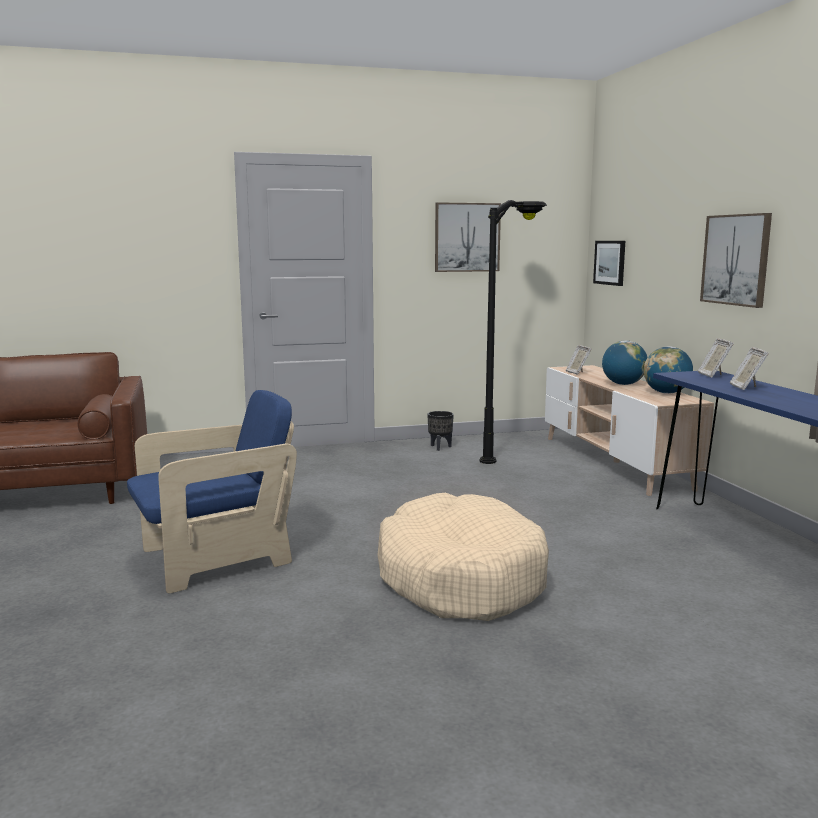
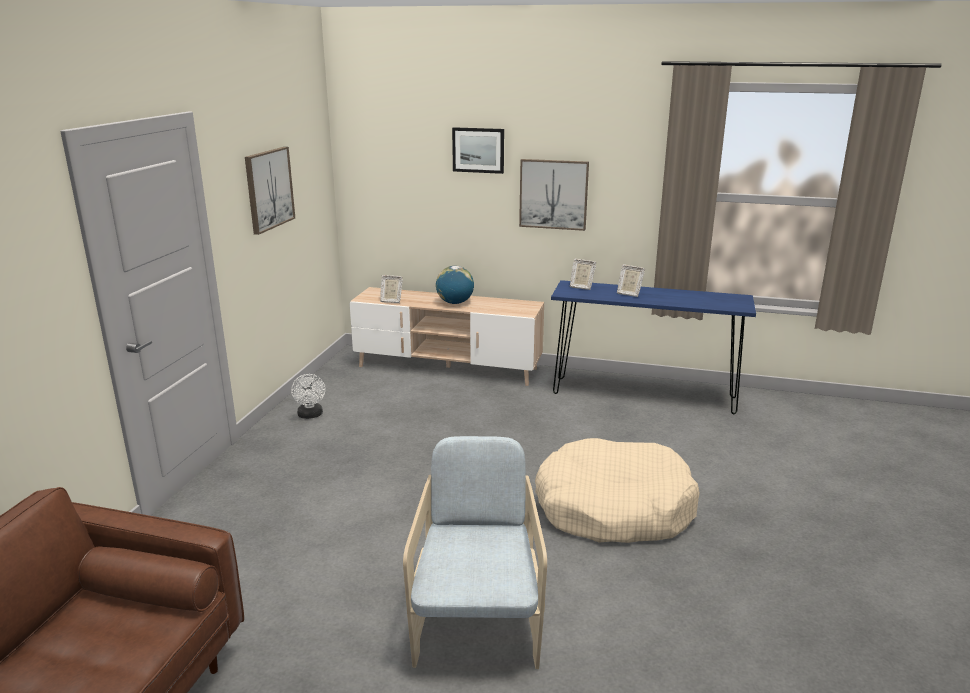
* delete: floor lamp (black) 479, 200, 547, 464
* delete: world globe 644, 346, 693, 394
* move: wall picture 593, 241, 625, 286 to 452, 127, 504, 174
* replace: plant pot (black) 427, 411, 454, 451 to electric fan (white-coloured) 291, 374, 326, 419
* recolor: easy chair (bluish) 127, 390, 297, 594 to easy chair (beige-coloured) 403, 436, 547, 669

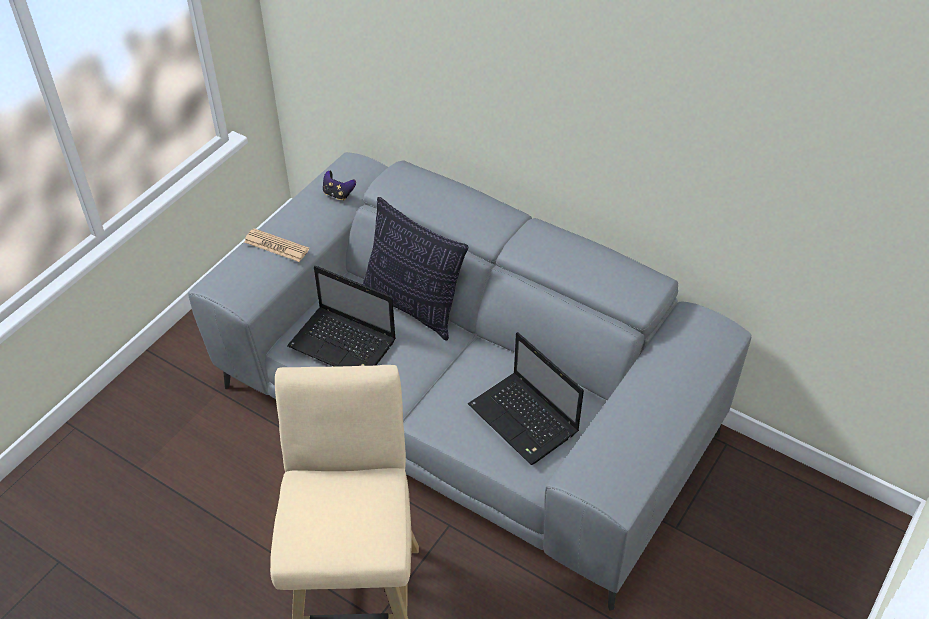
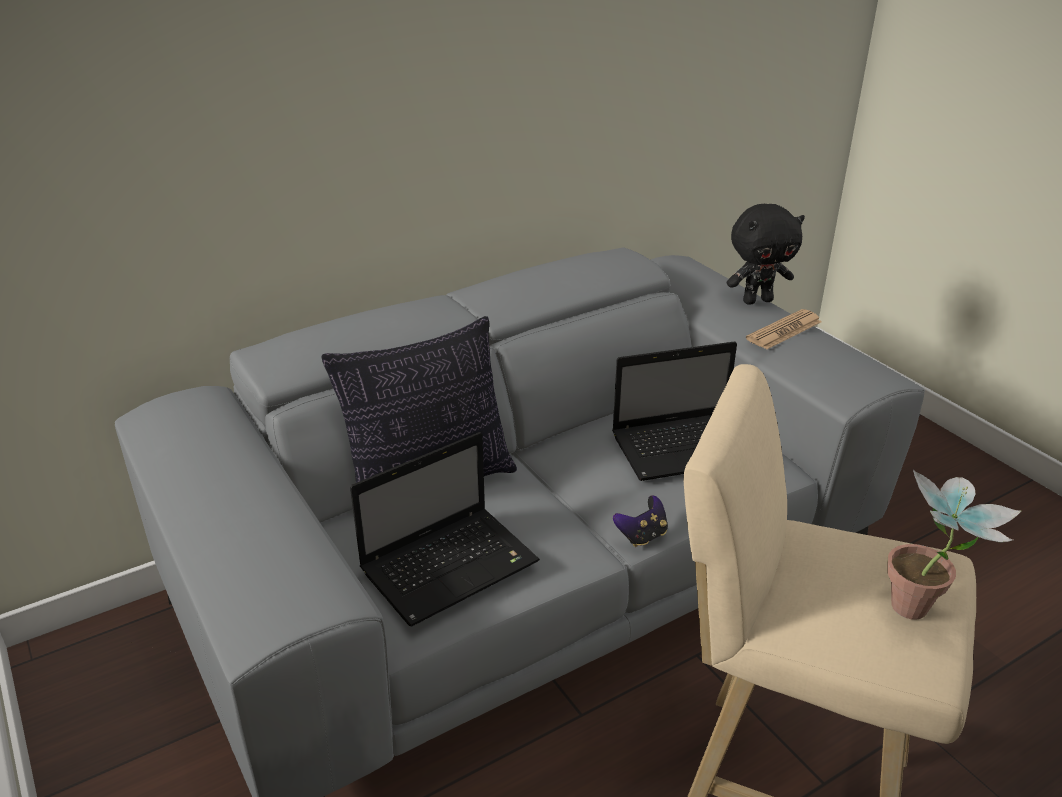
* insert: soft toy (black) 726, 204, 805, 305
* insert: potted plant 888, 470, 1021, 620
* move: printed paper 244, 228, 309, 262 to 746, 309, 822, 350
* move: gamepad 323, 171, 356, 200 to 613, 495, 668, 547

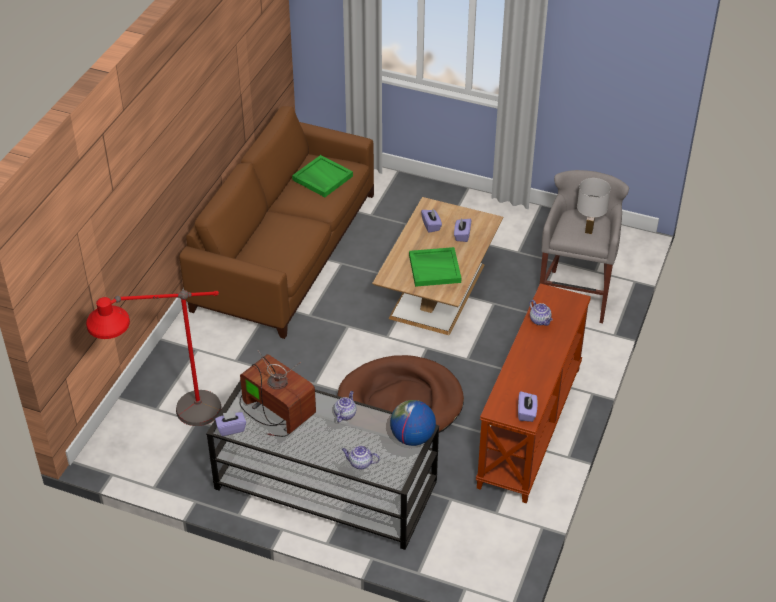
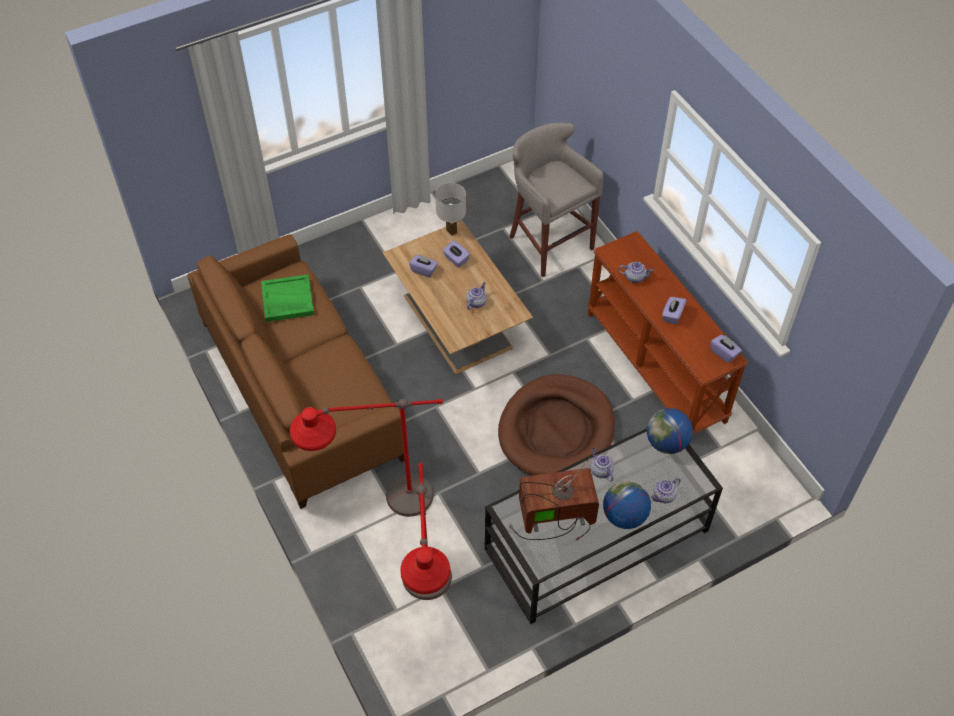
* insert: floor lamp (red-coloured) 290, 399, 443, 517
* insert: world globe 603, 481, 651, 529
* move: tissue box (purplish) 215, 411, 246, 436 to 662, 297, 686, 325
* move: table lamp (white-coloured) 577, 178, 611, 234 to 435, 183, 466, 236
* replace: carrying tray (greenish) 409, 247, 461, 287 to teapot 466, 282, 487, 310

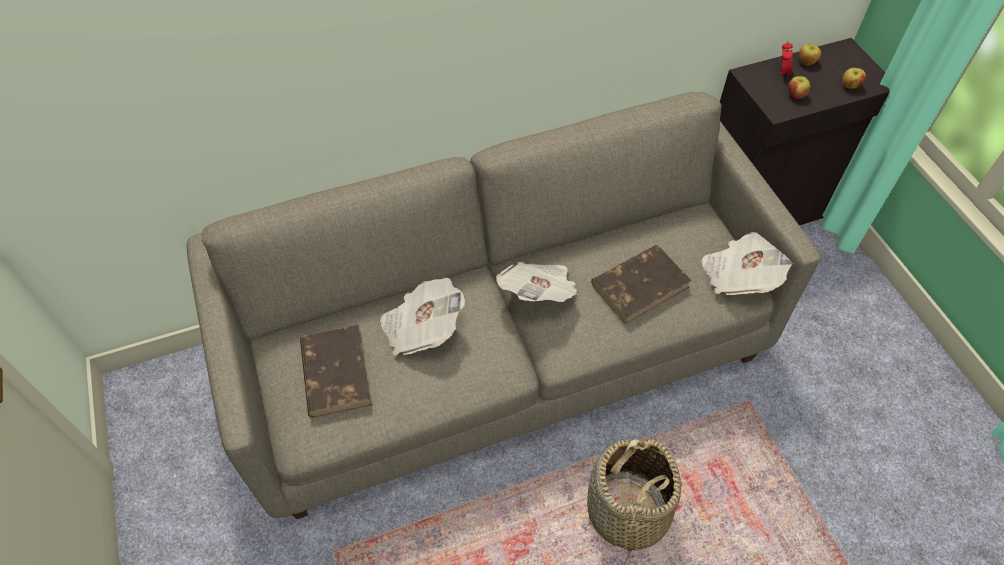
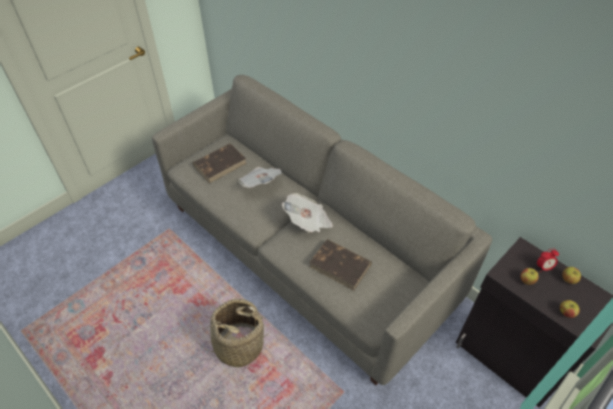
* delete: printed paper 701, 232, 793, 295

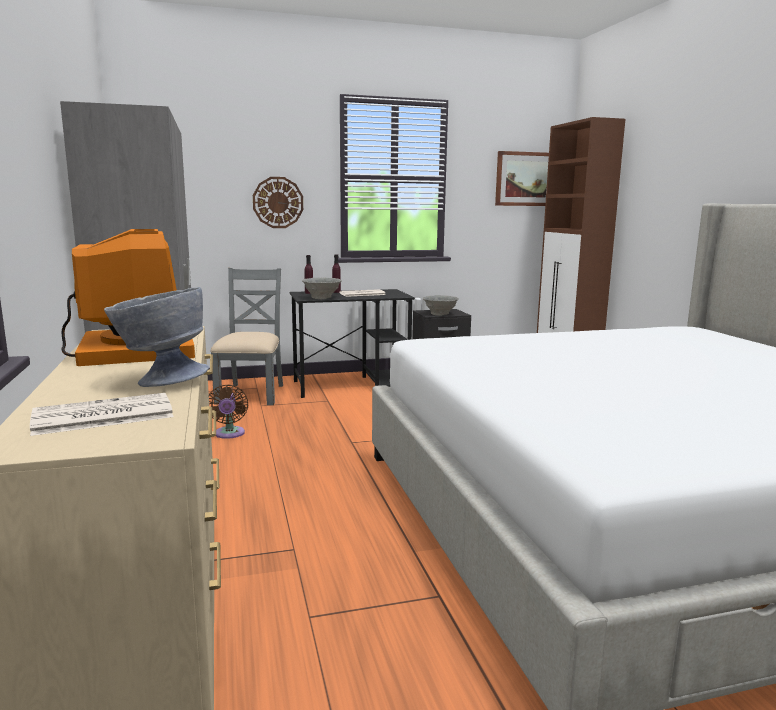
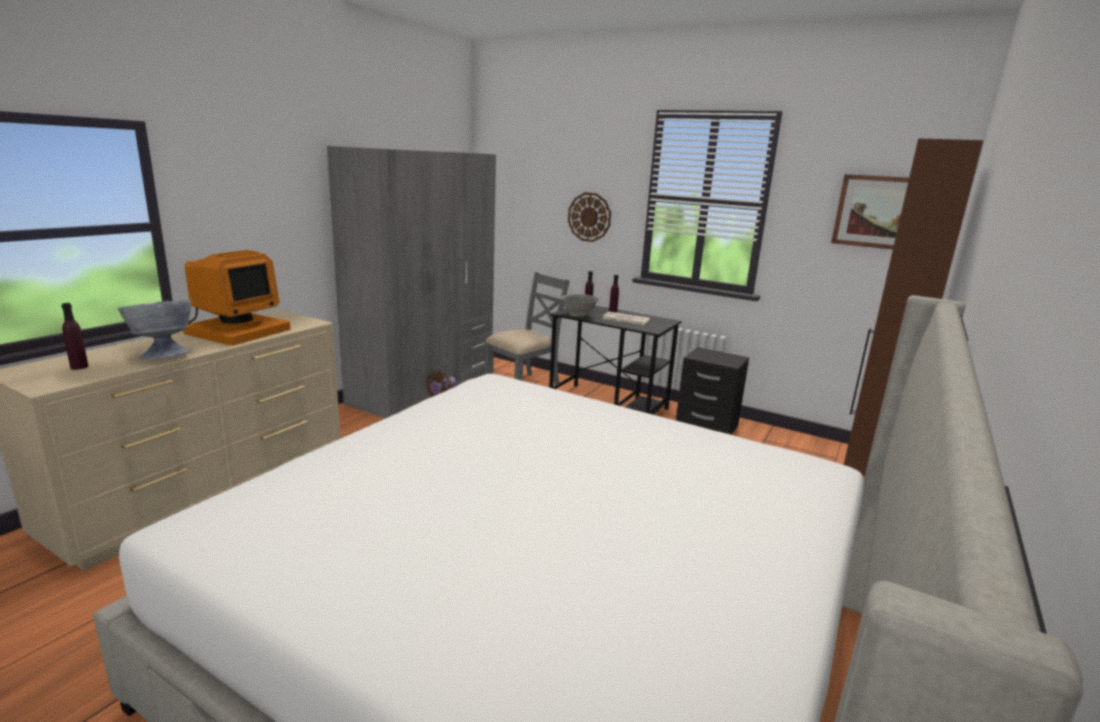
* delete: deep dish (grey) 423, 295, 459, 316
* replace: printed paper 30, 393, 173, 436 to beverage bottle (purplish) 62, 303, 88, 370

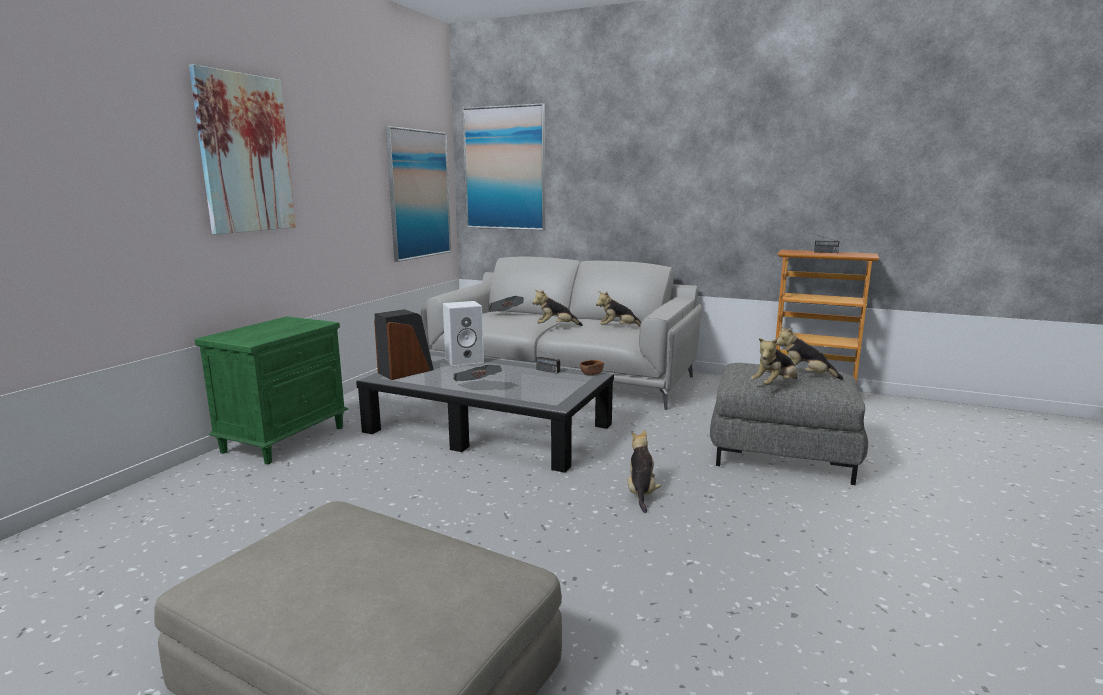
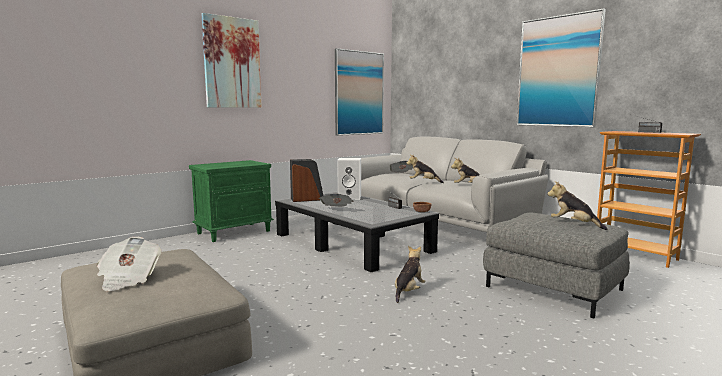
* delete: soft toy 751, 338, 797, 385
* insert: printed paper 96, 237, 162, 291
* move: wall picture 462, 103, 545, 230 to 516, 8, 606, 127

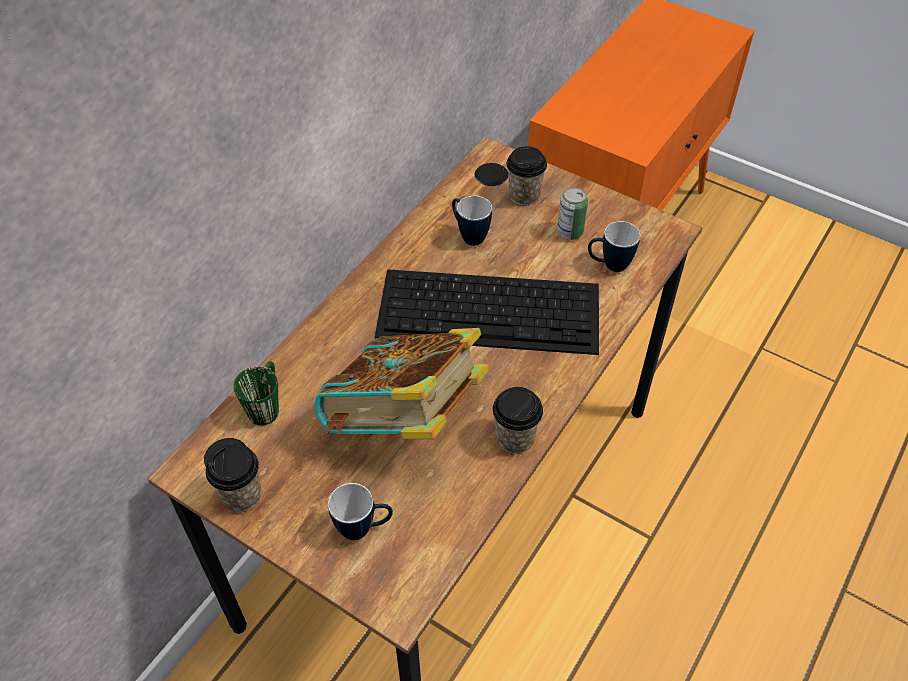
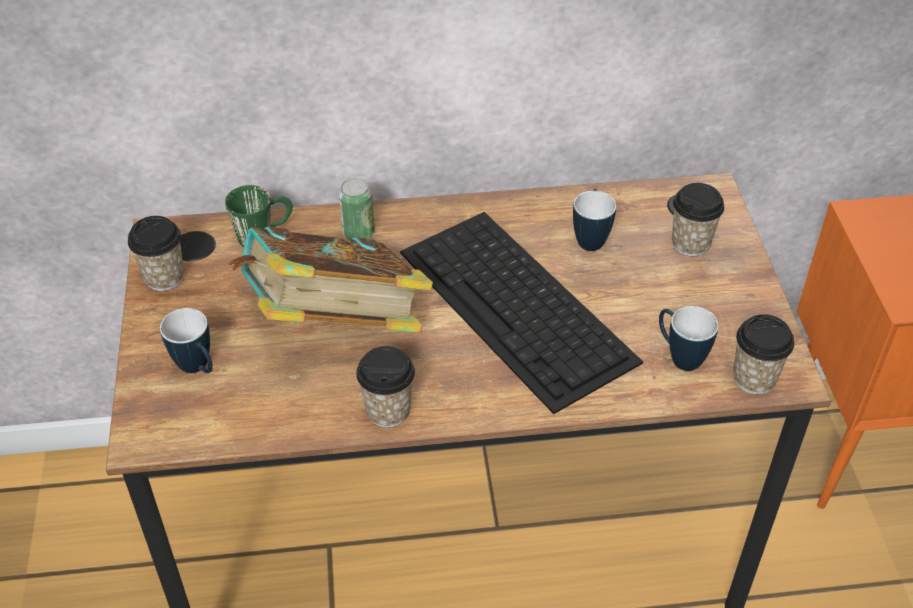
* insert: drinking cup 733, 314, 794, 394
* move: metal can 557, 187, 588, 240 to 339, 178, 375, 239

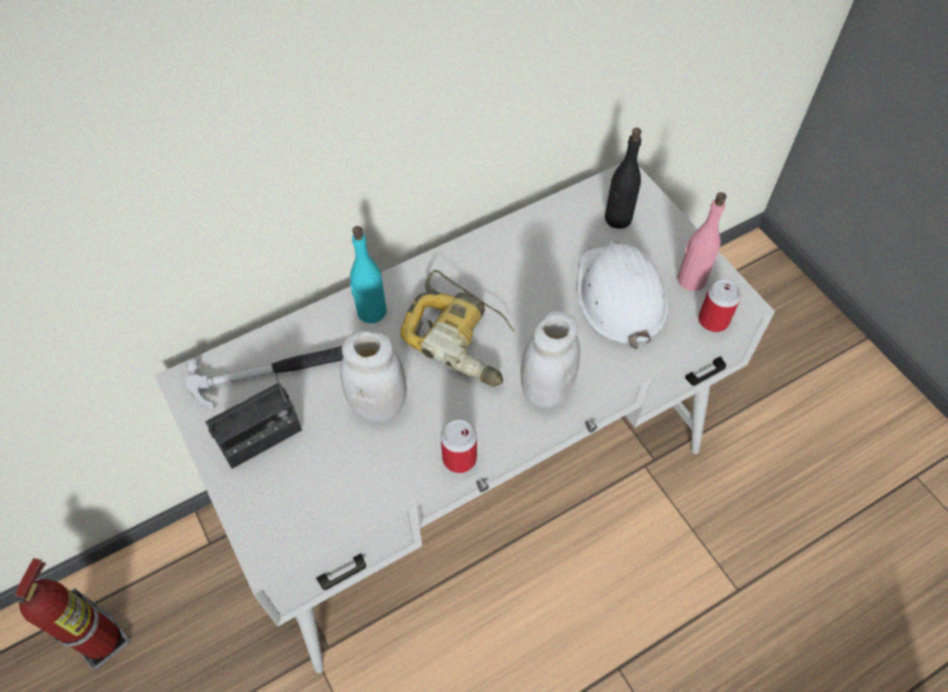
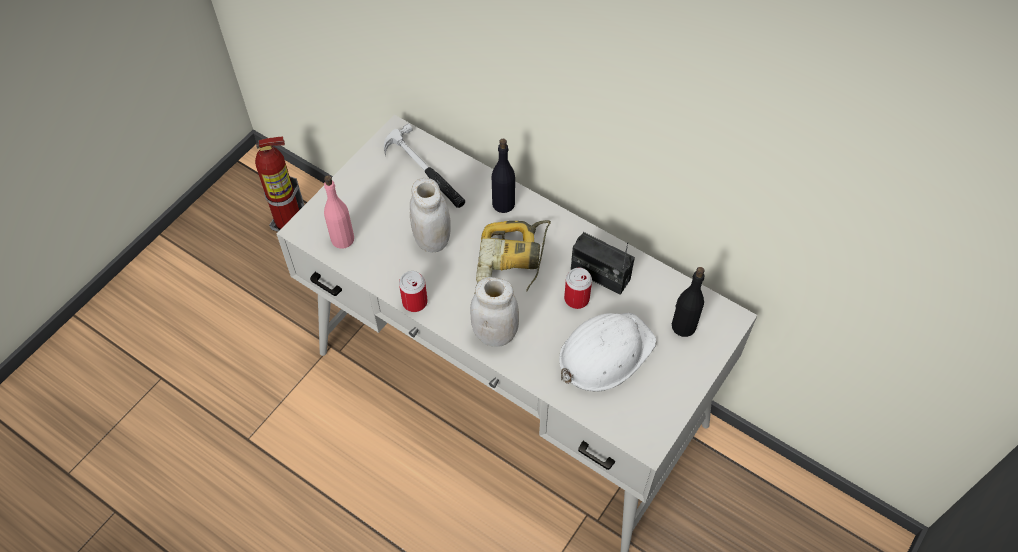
* move: radio receiver 205, 369, 302, 469 to 571, 232, 635, 295
* move: beverage bottle (pink-coloured) 677, 192, 726, 291 to 324, 175, 354, 249
* move: metal can 698, 279, 741, 332 to 564, 268, 592, 309
* recolor: beverage bottle (turquoise-coloured) 350, 226, 387, 323 to beverage bottle (black) 491, 139, 515, 213

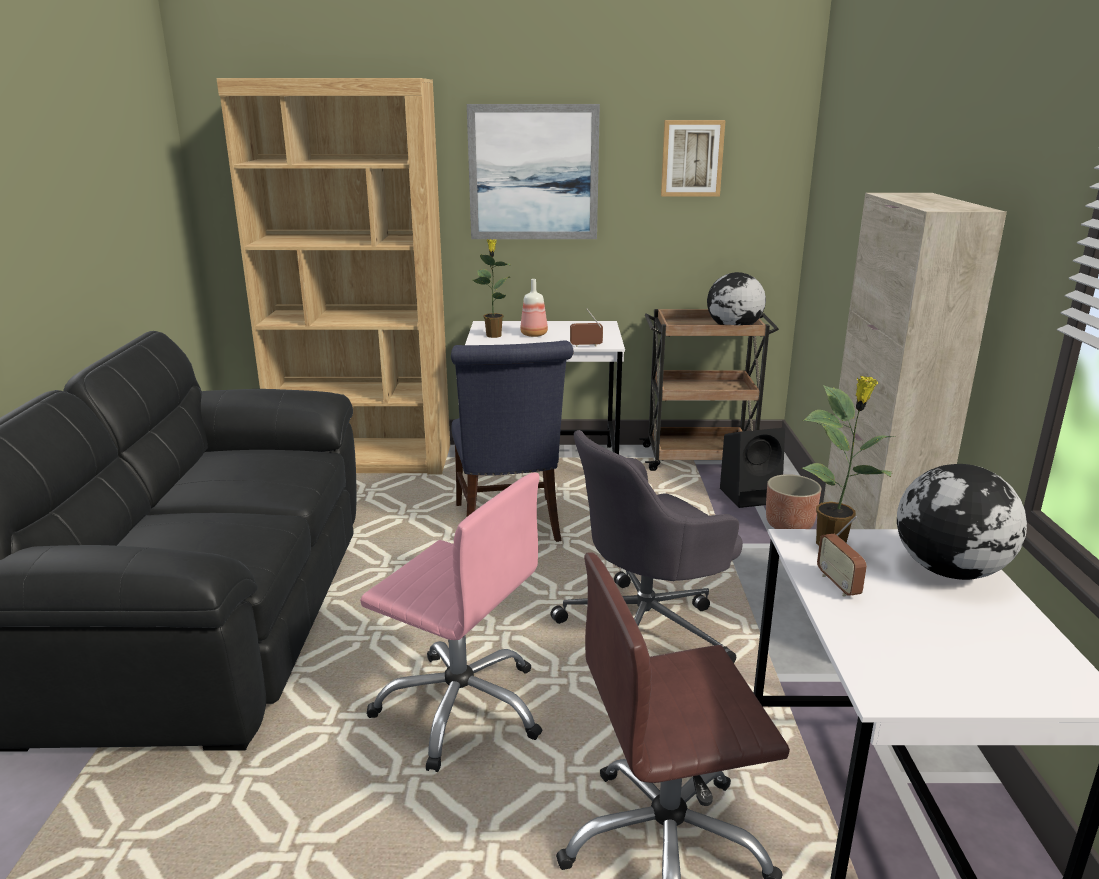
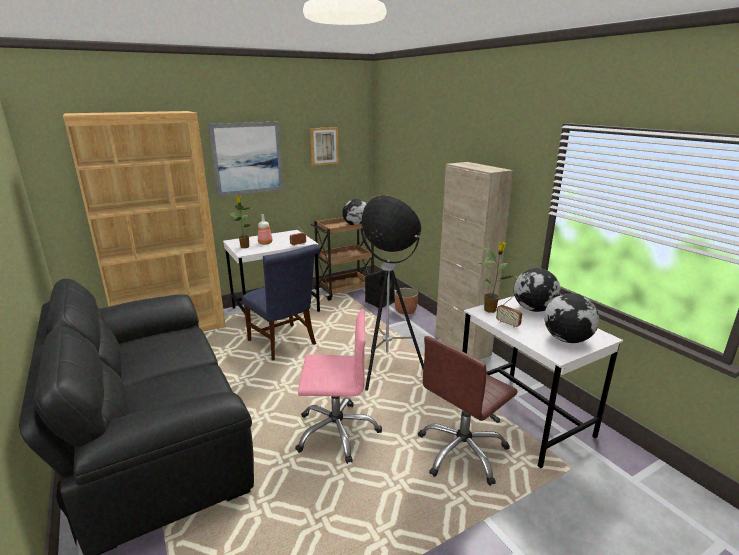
* insert: world globe 544, 293, 599, 343
* replace: computer chair (grey) 550, 430, 743, 663 to floor lamp 360, 195, 424, 391

